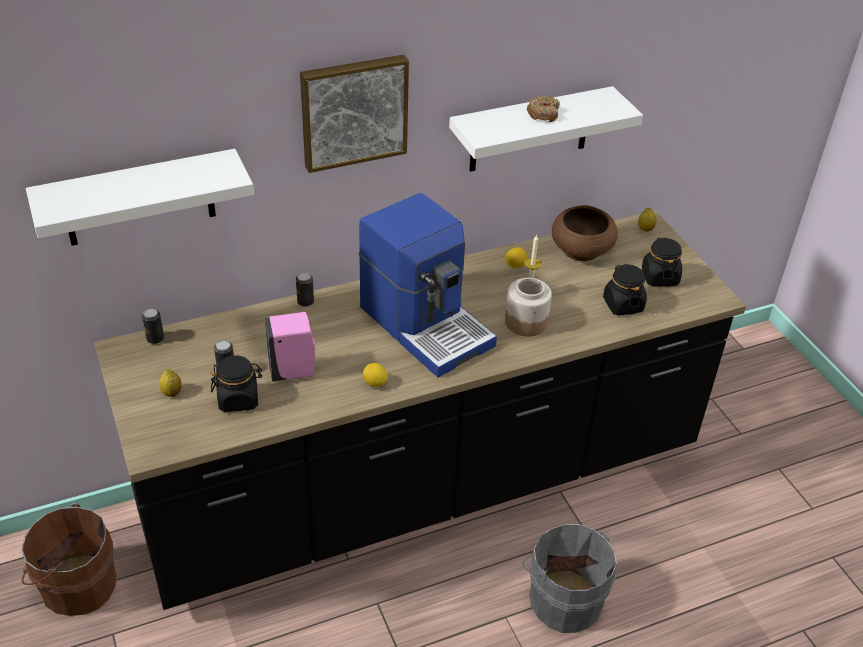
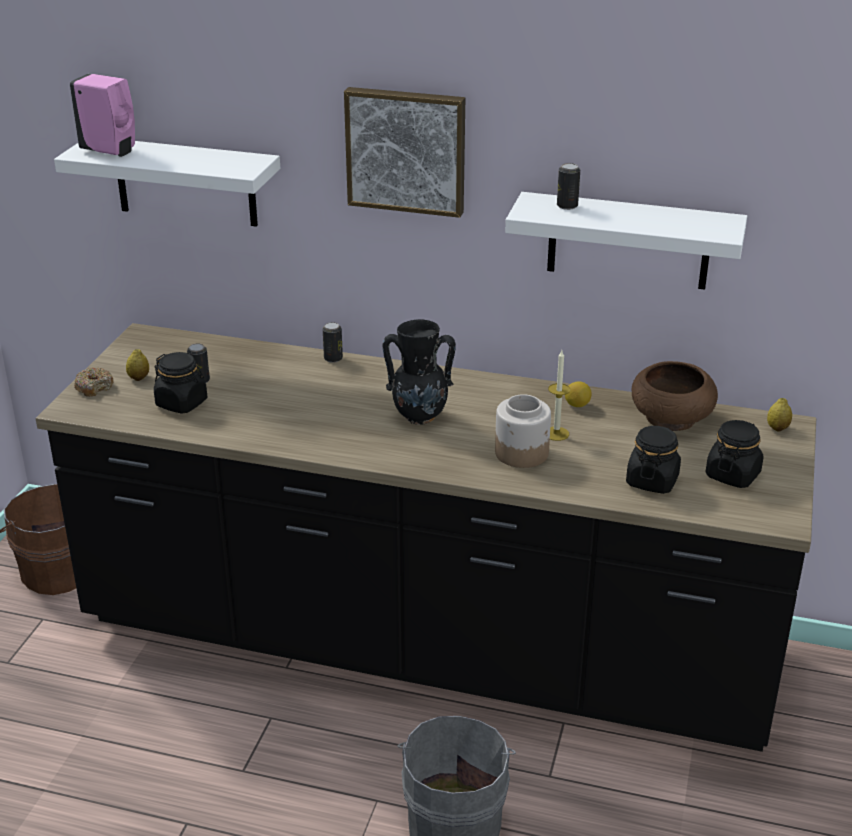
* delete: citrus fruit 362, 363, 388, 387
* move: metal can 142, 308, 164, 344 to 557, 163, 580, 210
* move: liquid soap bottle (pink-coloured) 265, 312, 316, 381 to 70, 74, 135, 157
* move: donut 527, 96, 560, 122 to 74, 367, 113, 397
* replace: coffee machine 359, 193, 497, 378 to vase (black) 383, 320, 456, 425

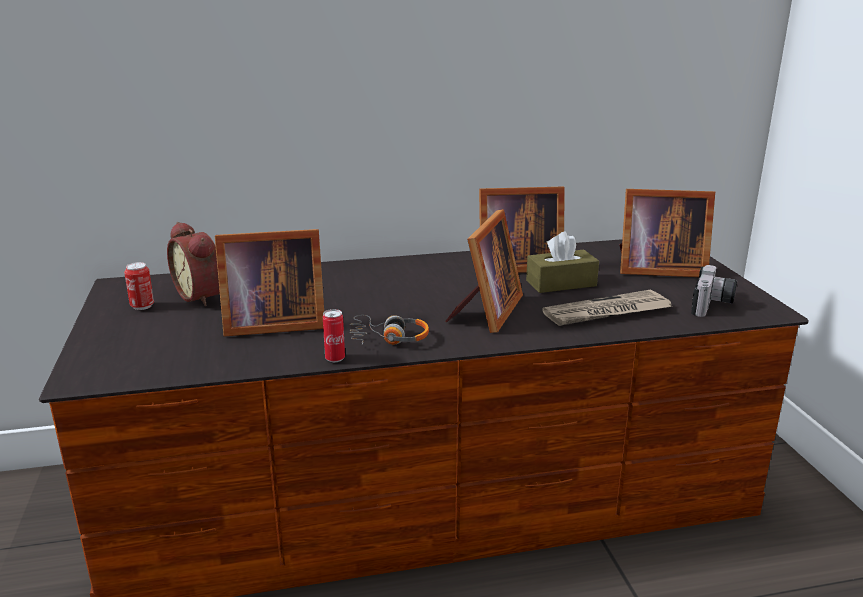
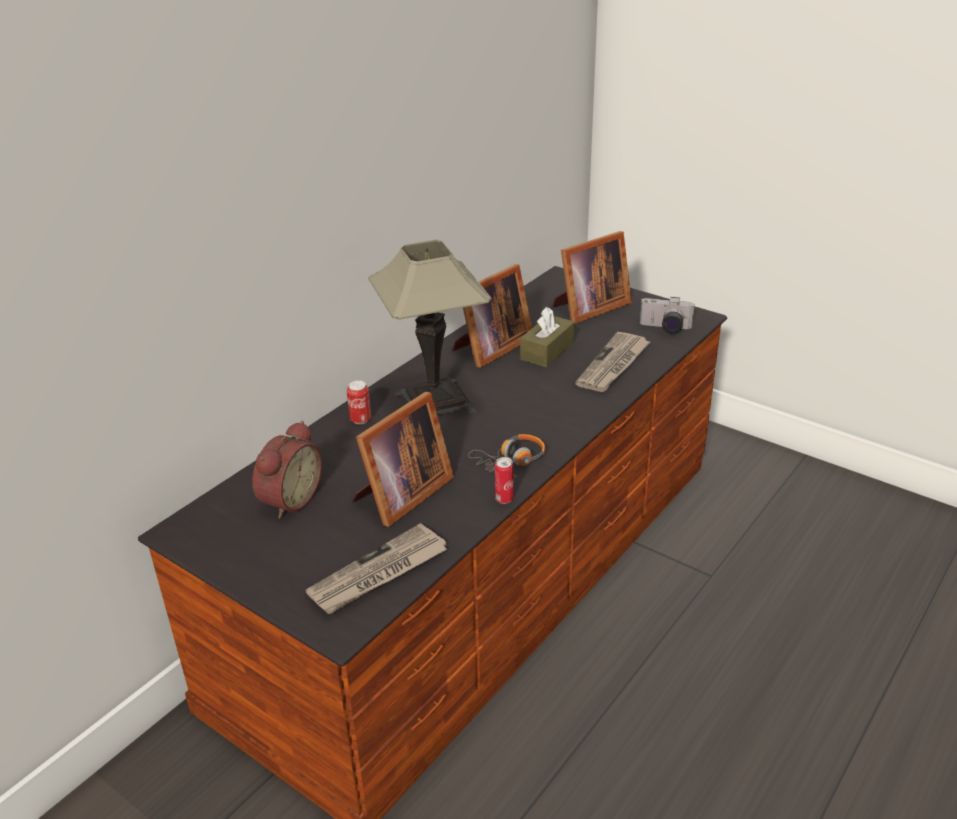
* delete: standing frame 445, 209, 523, 333
* insert: printed paper 306, 523, 447, 614
* insert: table lamp 368, 240, 492, 415
* move: metal can 124, 262, 154, 310 to 347, 380, 371, 424
* rotate: table clock 167, 222, 220, 306 = 252, 421, 322, 519 75 degrees counterclockwise
* rotate: still camera 691, 265, 737, 317 = 640, 297, 695, 334 120 degrees clockwise

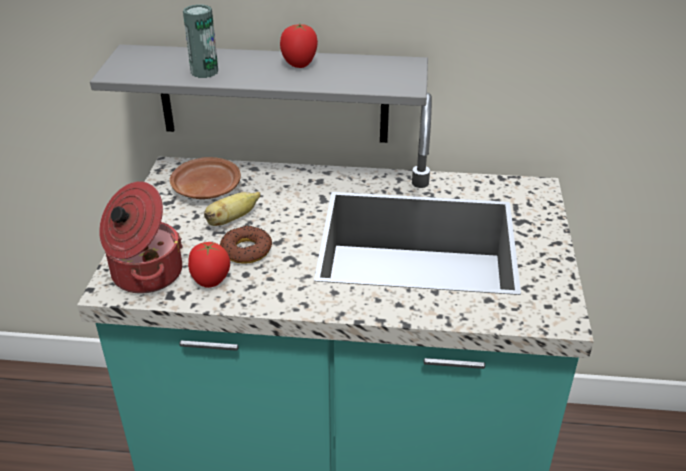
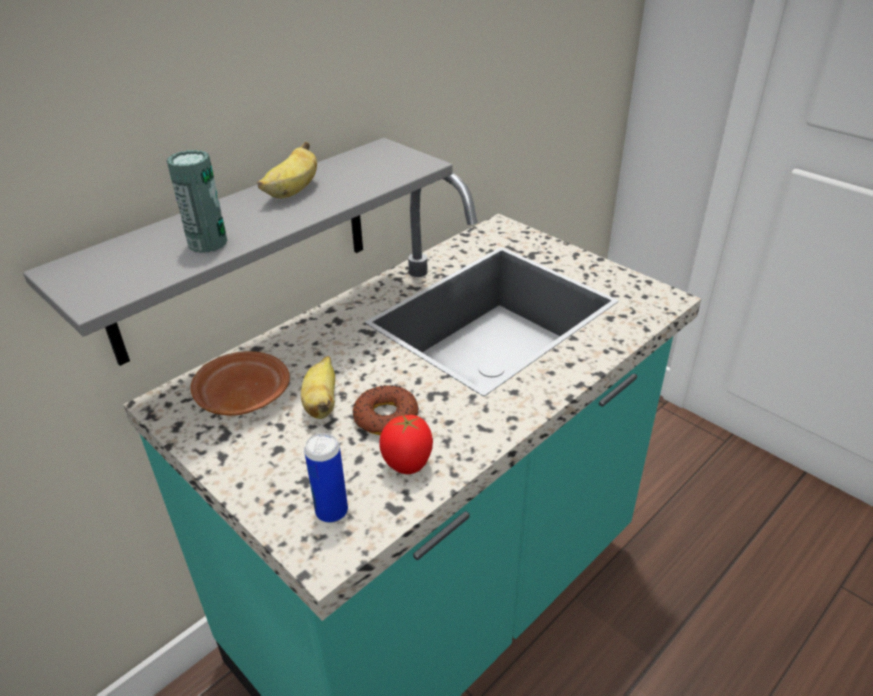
* replace: stockpot 99, 181, 183, 294 to metal can 304, 433, 348, 523
* replace: tomato 280, 24, 318, 68 to banana 257, 142, 317, 198

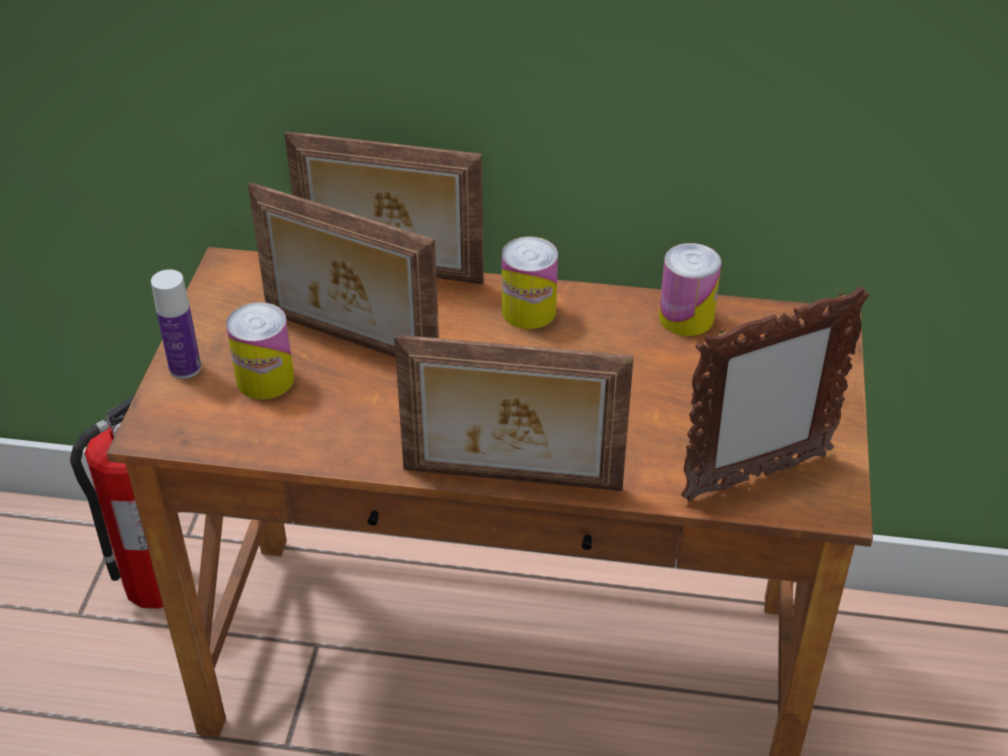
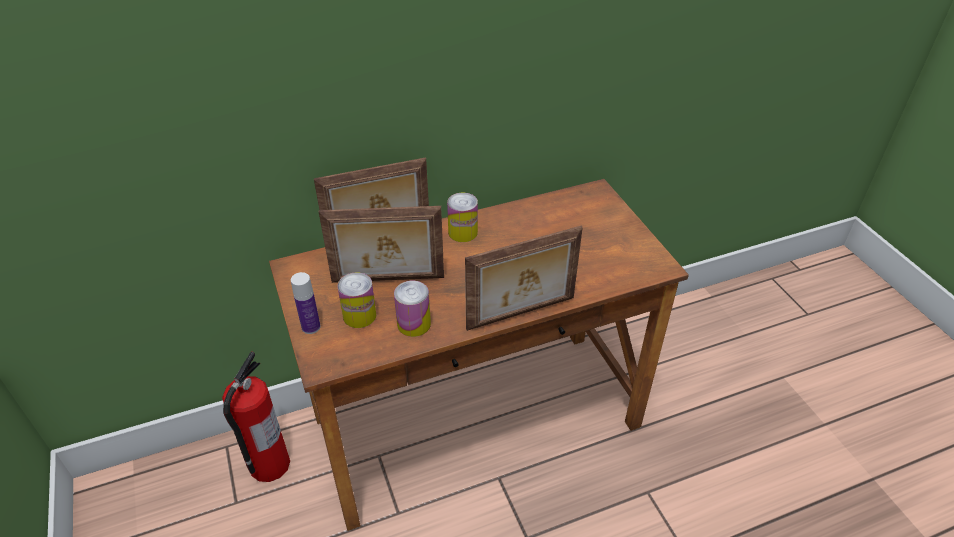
* delete: standing frame 681, 286, 869, 501
* move: metal can 659, 243, 722, 336 to 394, 281, 431, 337

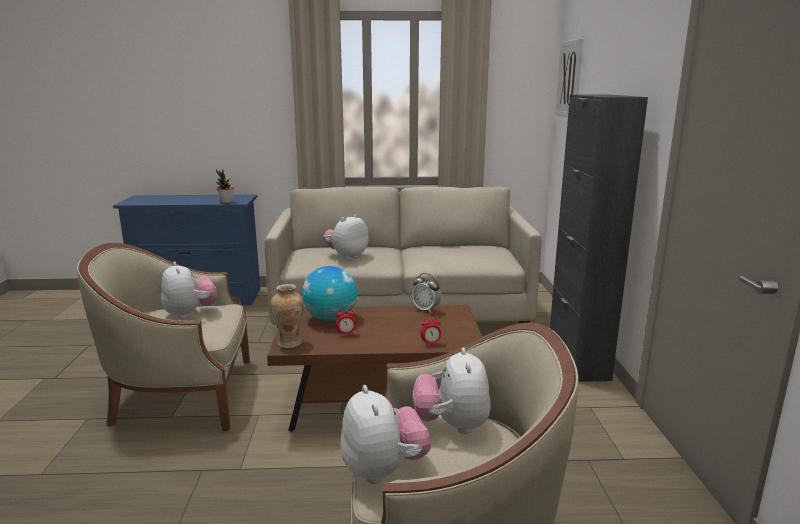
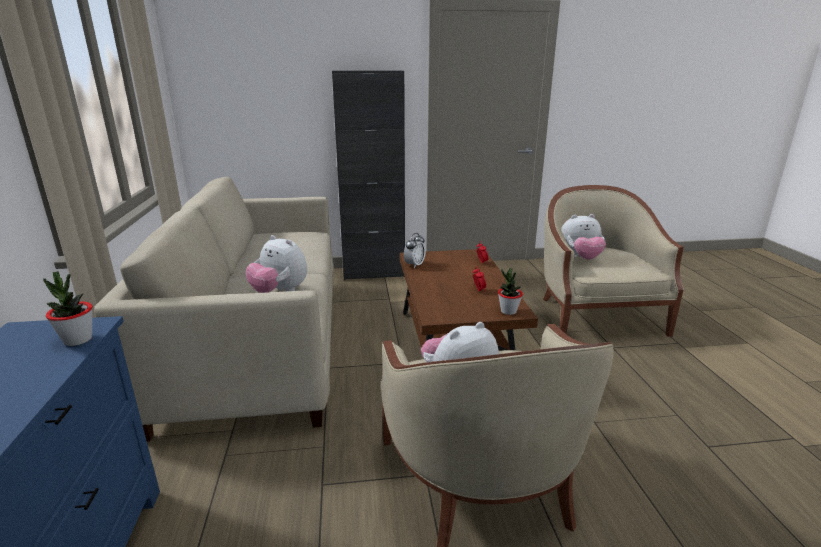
* delete: world globe 302, 266, 357, 321
* delete: soft toy 341, 385, 431, 484
* delete: wall picture 555, 38, 583, 117
* replace: vase 271, 284, 304, 348 to potted plant 498, 268, 523, 315

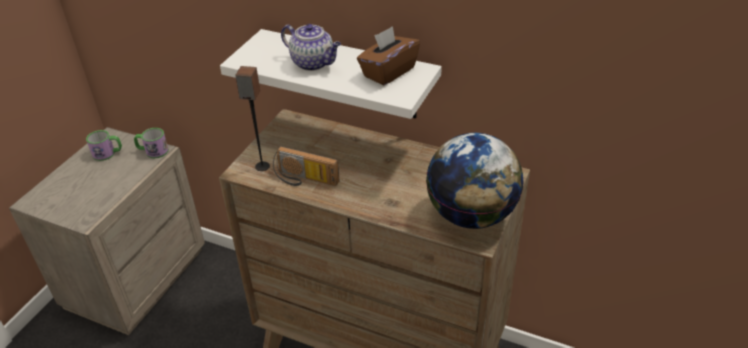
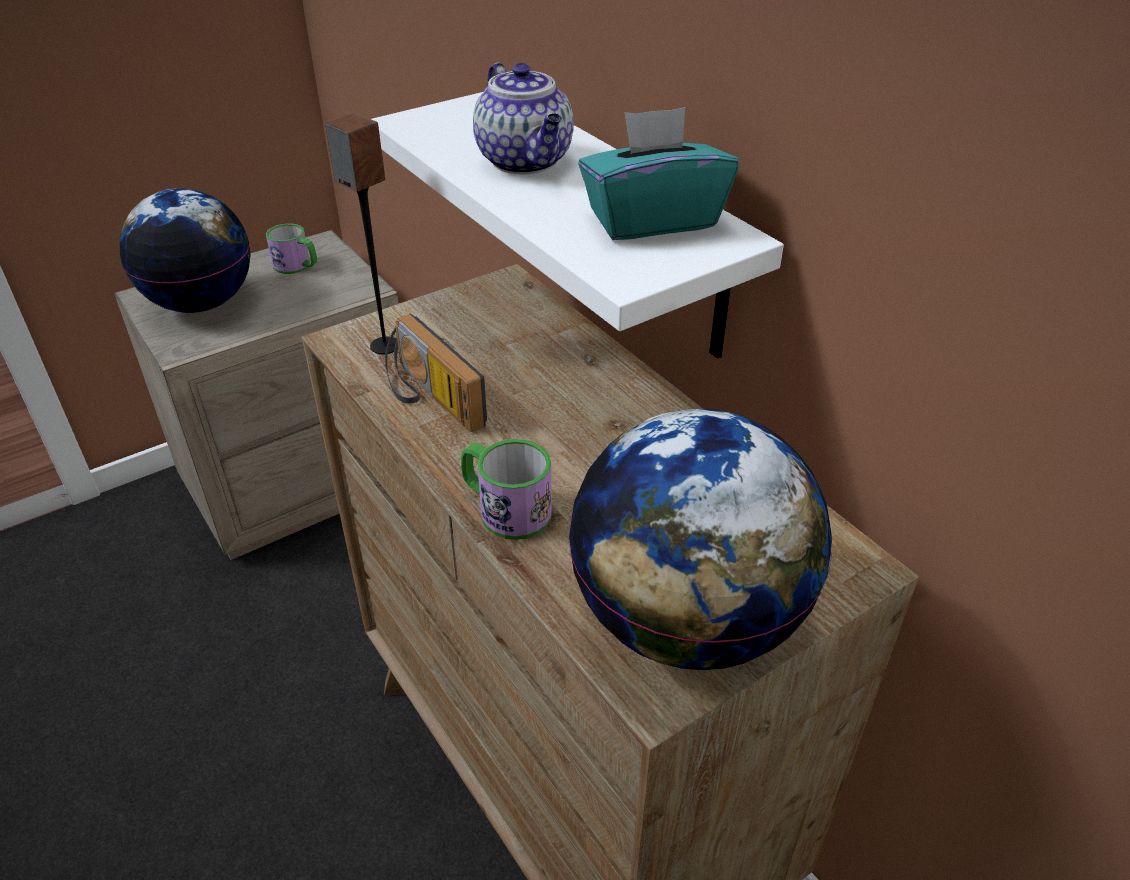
* insert: world globe 119, 188, 251, 313
* move: coffee mug 134, 128, 169, 158 to 461, 439, 552, 540
* recolor: tissue box (brown) 357, 26, 420, 86 to tissue box (turquoise-coloured) 578, 107, 739, 240

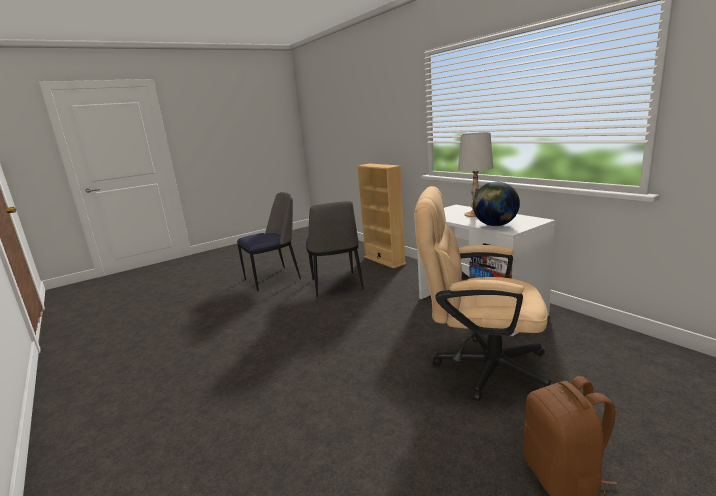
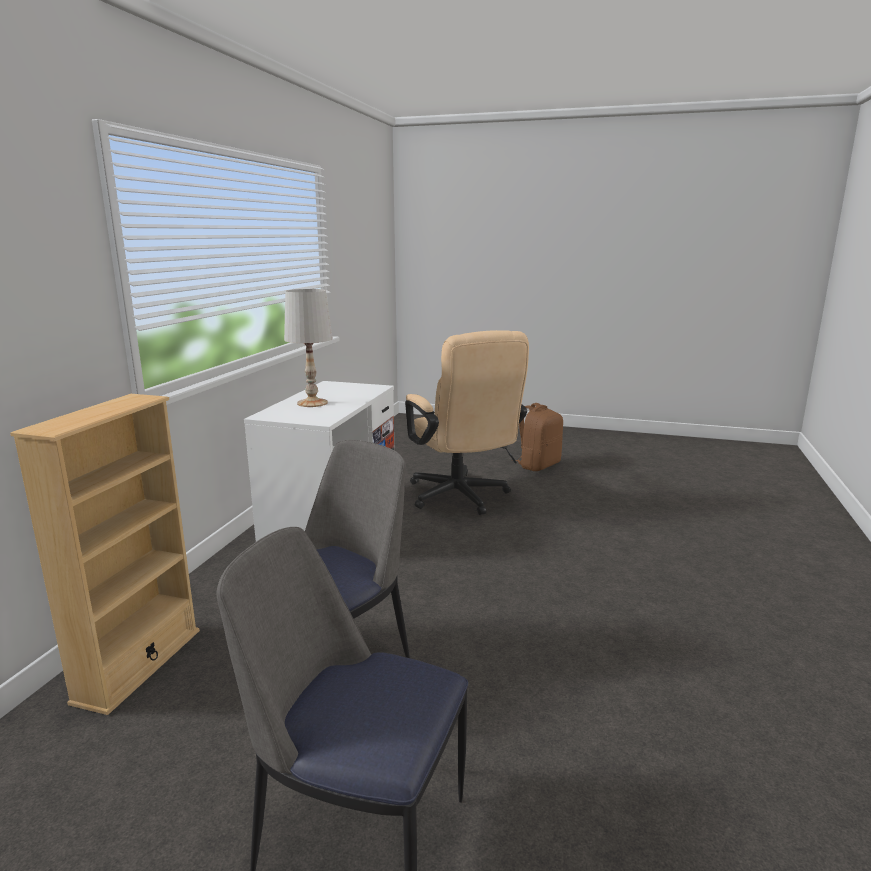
* delete: world globe 473, 181, 520, 226

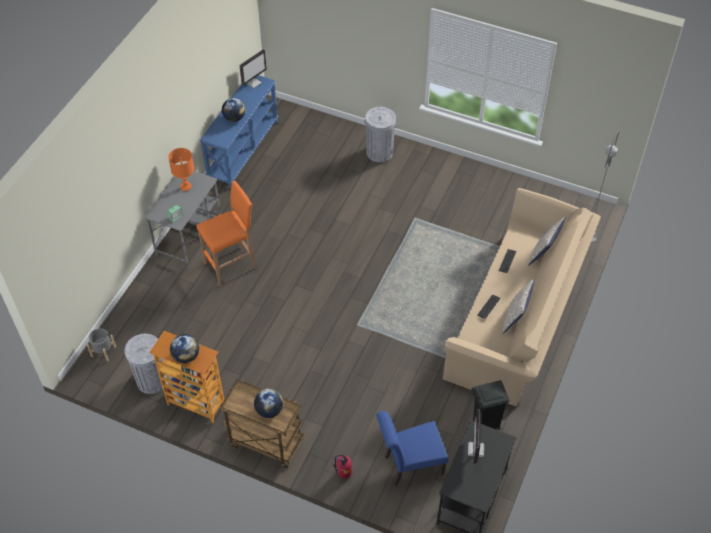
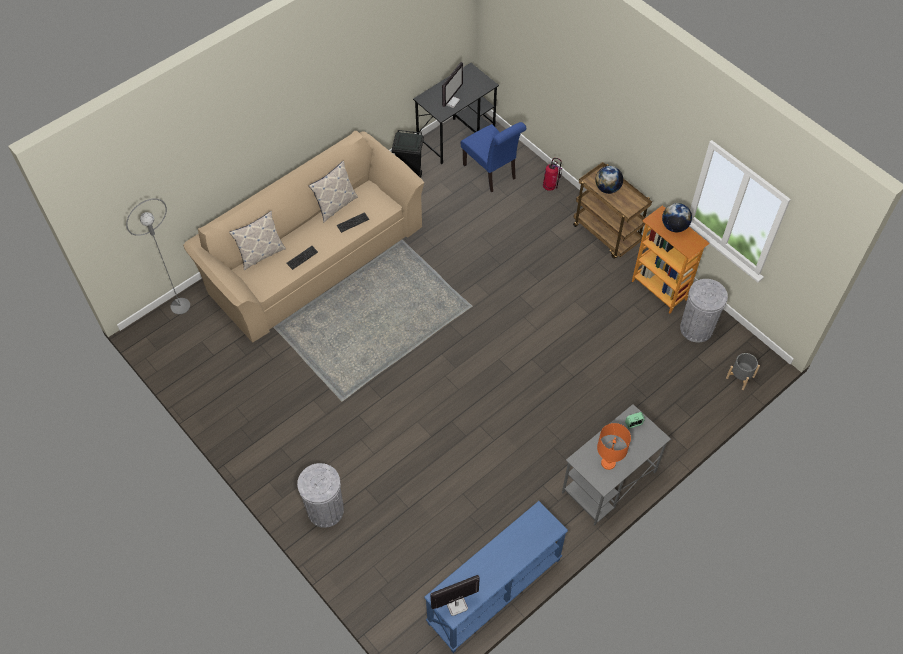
* delete: stool (orange-coloured) 196, 181, 257, 286
* delete: world globe 222, 98, 245, 122
* rotate: plain chair (bluish) 376, 411, 448, 486 = 461, 122, 526, 192 45 degrees clockwise

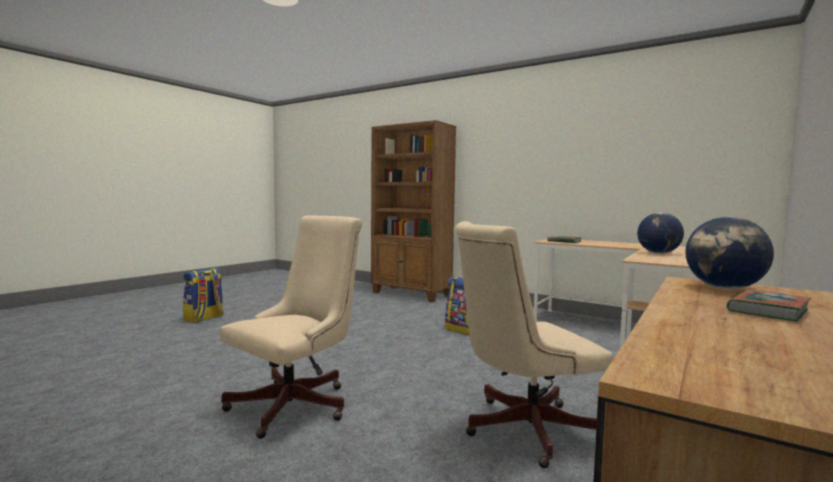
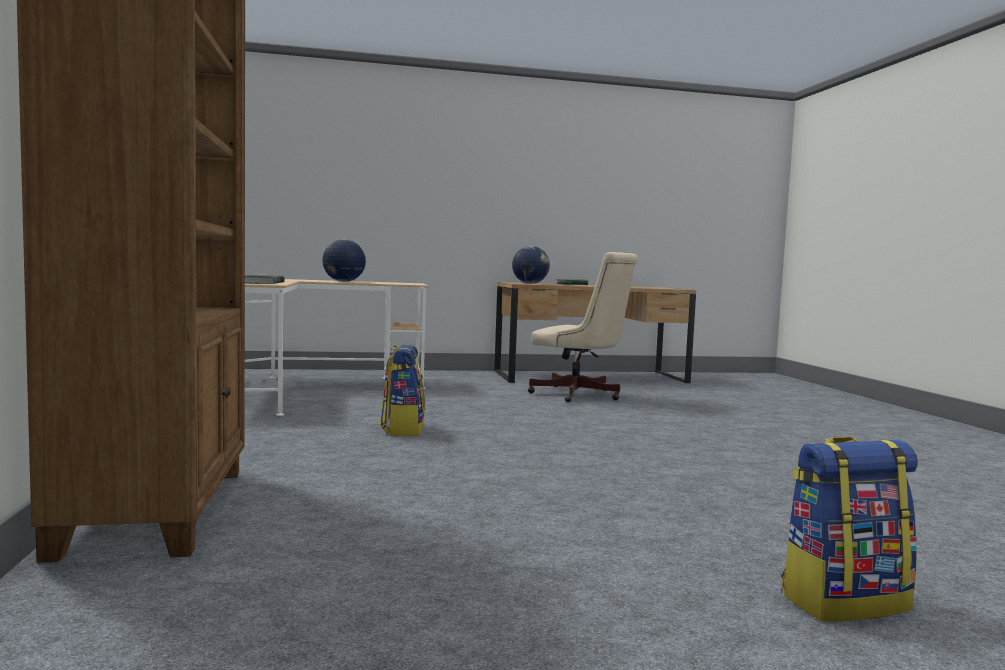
* delete: computer chair (beige-coloured) 220, 215, 363, 439

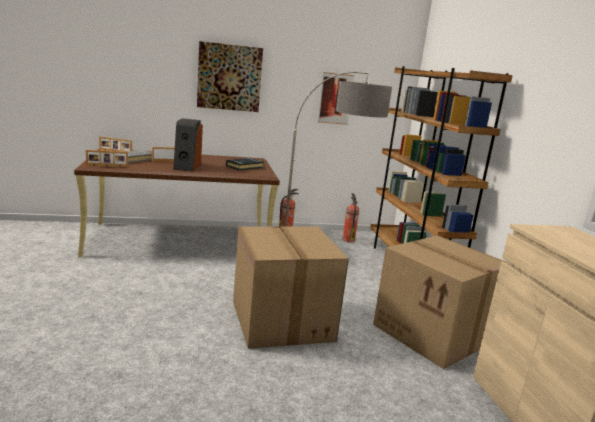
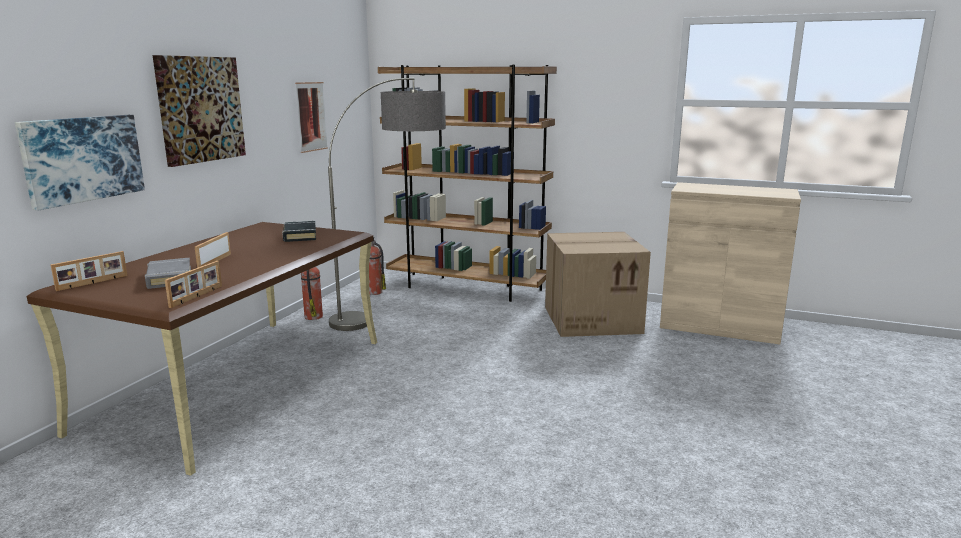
* delete: loudspeaker 173, 118, 203, 172
* delete: carton 233, 226, 349, 349
* insert: wall picture 15, 115, 145, 210

